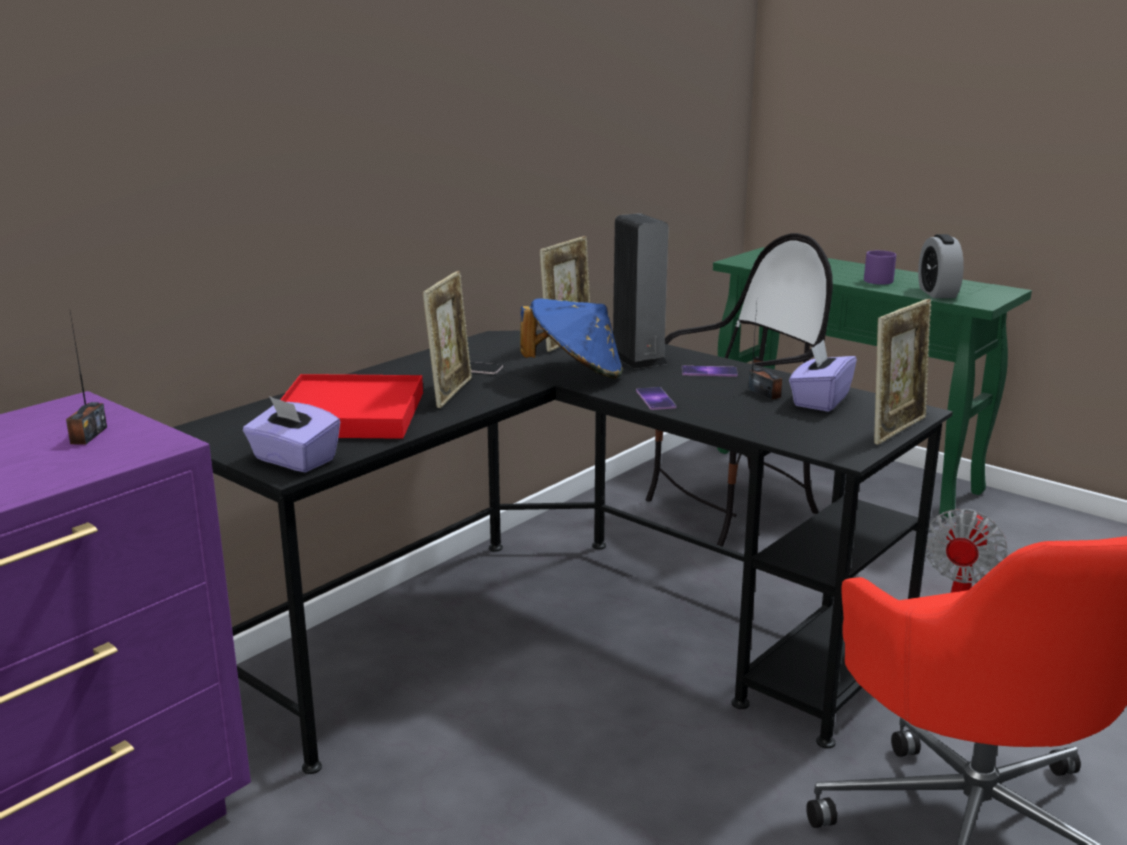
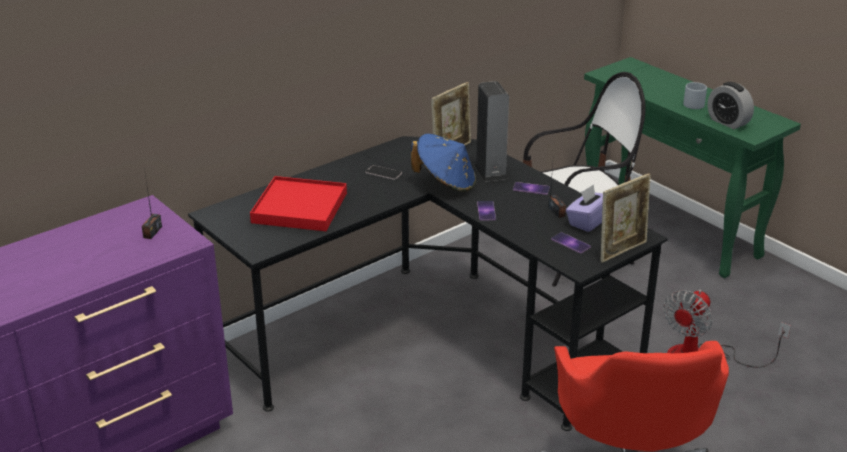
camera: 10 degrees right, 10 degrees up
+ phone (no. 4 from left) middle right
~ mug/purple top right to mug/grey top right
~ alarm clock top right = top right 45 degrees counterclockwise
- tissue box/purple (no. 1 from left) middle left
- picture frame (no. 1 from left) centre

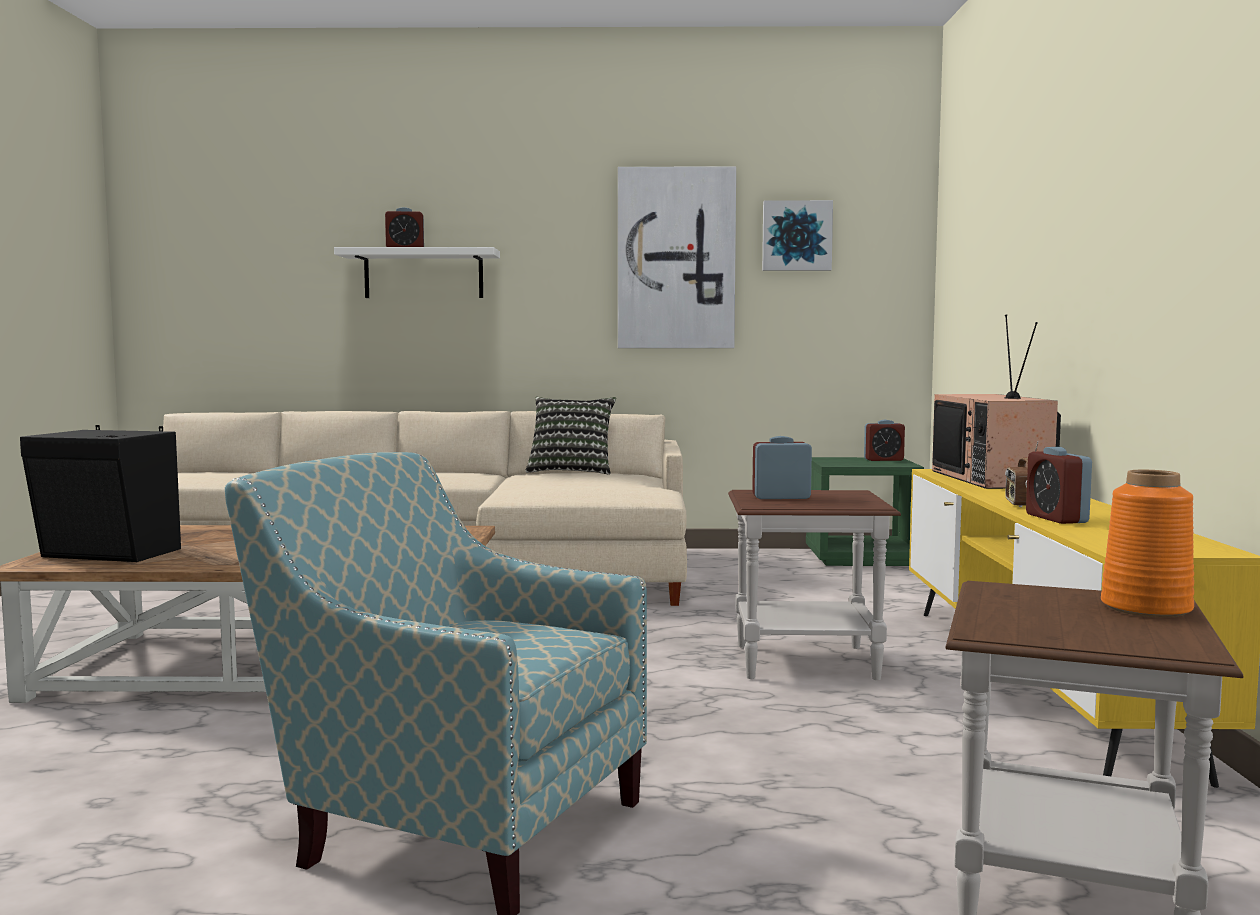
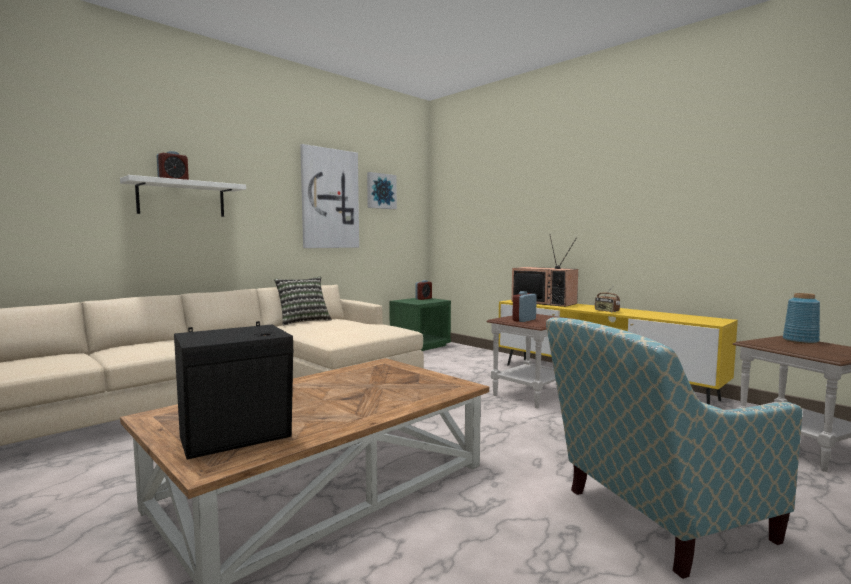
camera: 45 degrees left, 0 degrees up
~ vase/orange middle right to vase/blue middle right
- alarm clock (no. 4 from left) middle right

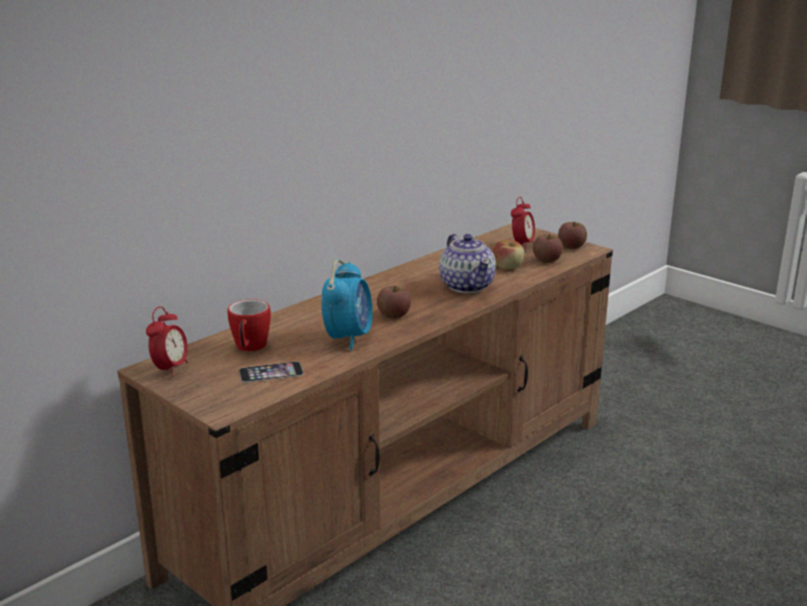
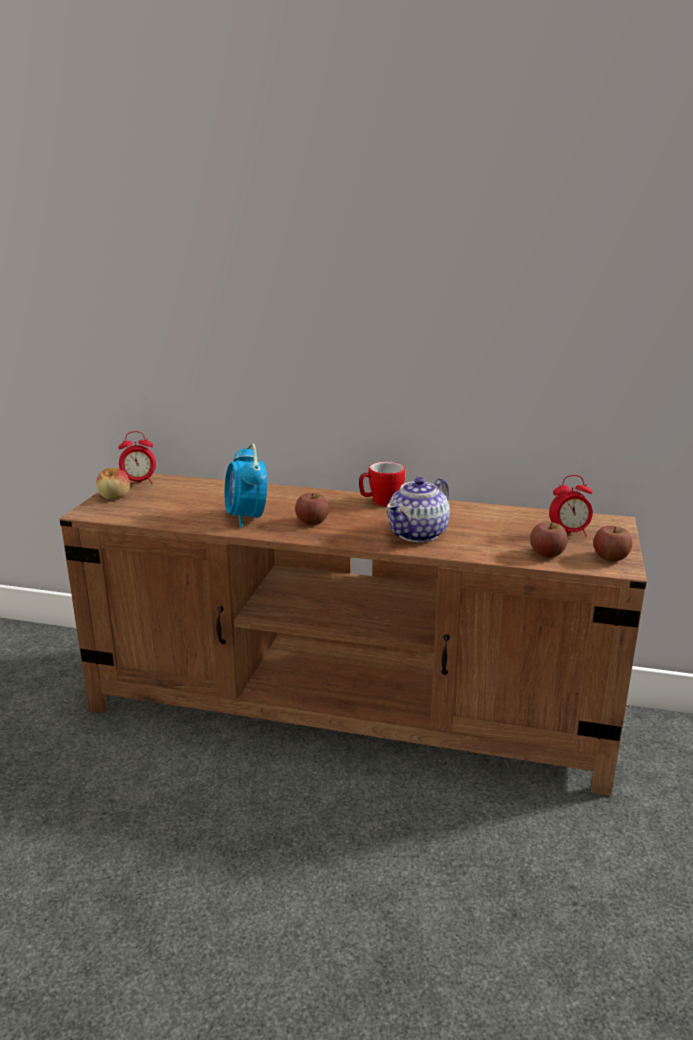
camera: 60 degrees right, 0 degrees up
~ apple (no. 2 from left in the first image) centre to apple (no. 1 from left) middle left
~ alarm clock (no. 2 from left) centre = centre 90 degrees clockwise
~ mug middle left to centre
- phone centre

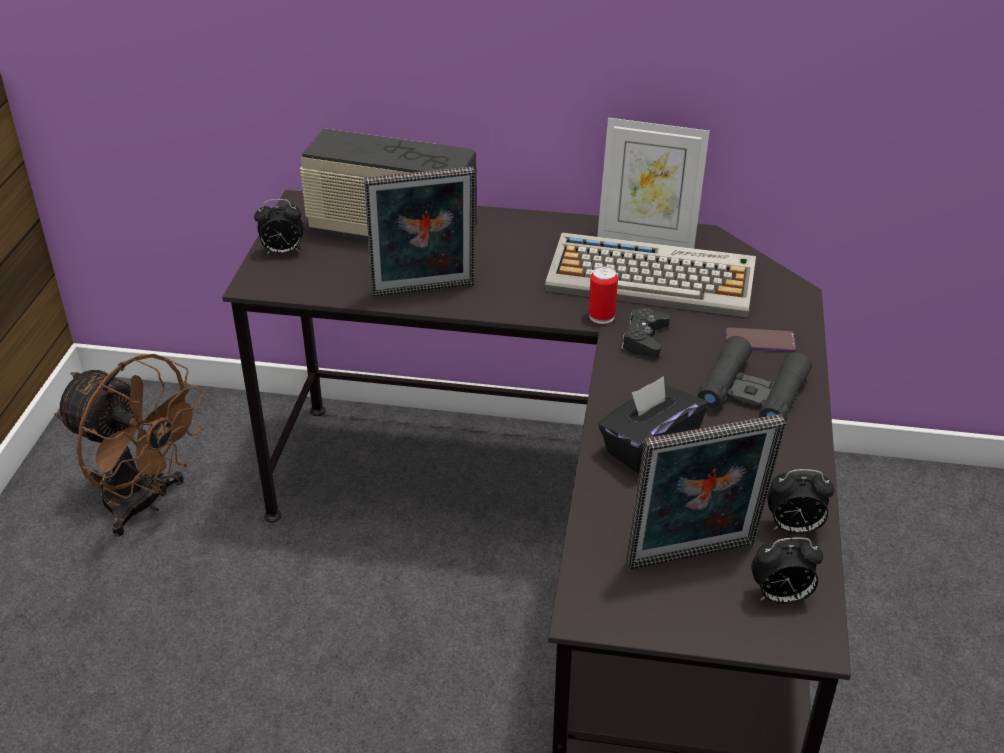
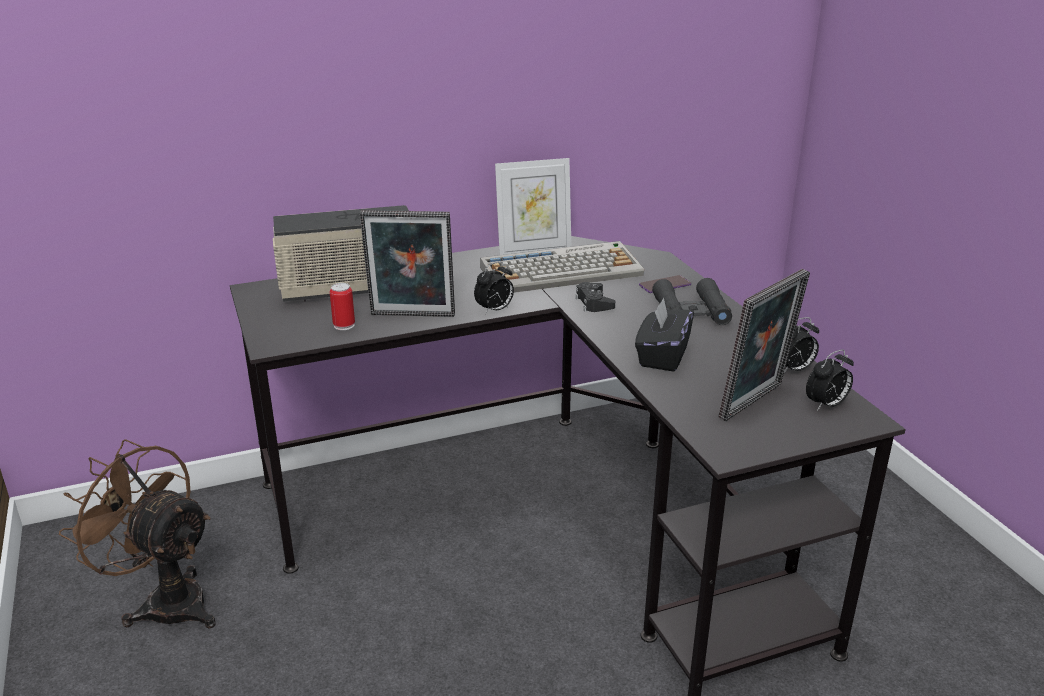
camera: 30 degrees left, 10 degrees down
~ fan/brown middle left = bottom left 150 degrees counterclockwise
~ can centre to middle left
~ picture frame (no. 1 from left) top centre = centre 45 degrees clockwise
~ alarm clock (no. 1 from left) top left to centre

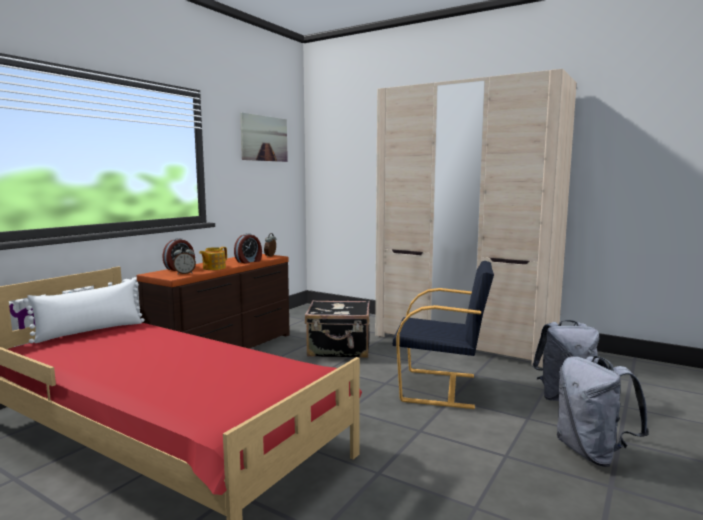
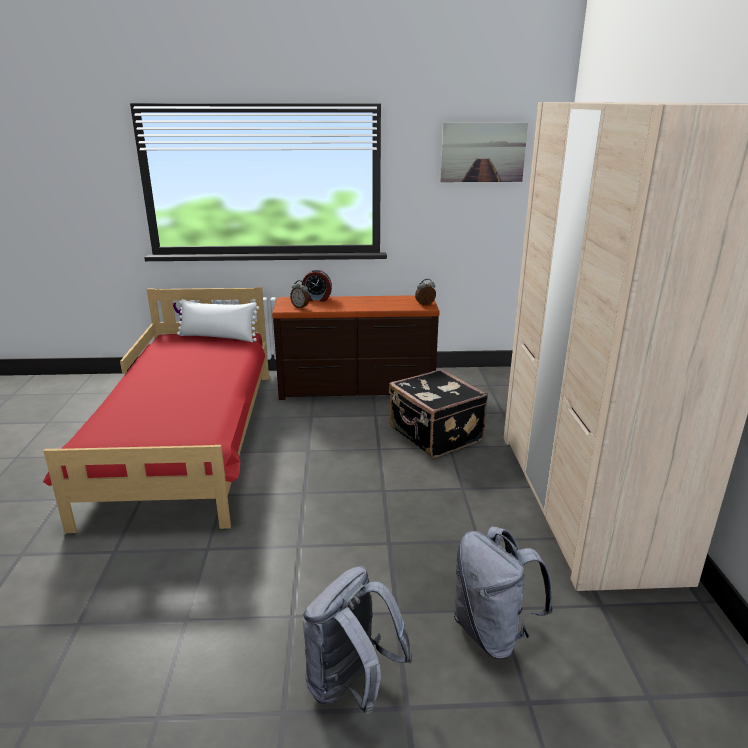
camera: 55 degrees right, 15 degrees up
- teapot middle left
- alarm clock (no. 3 from left) centre
- armchair/black centre

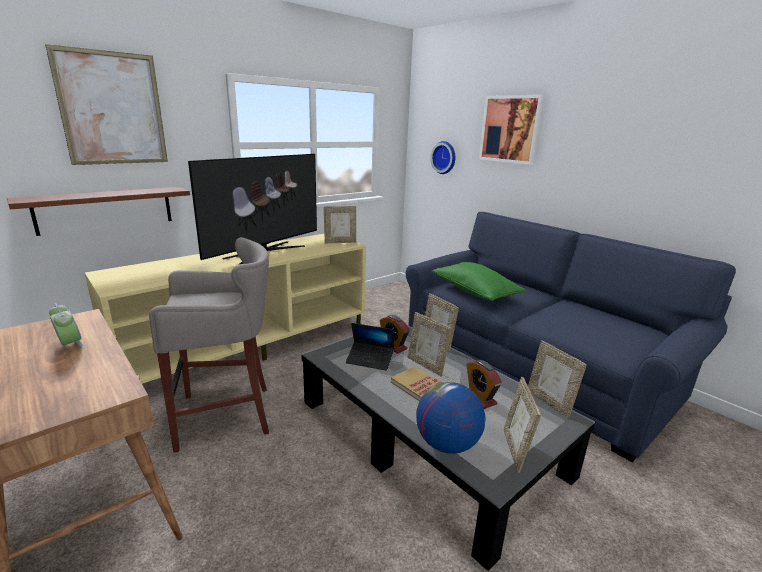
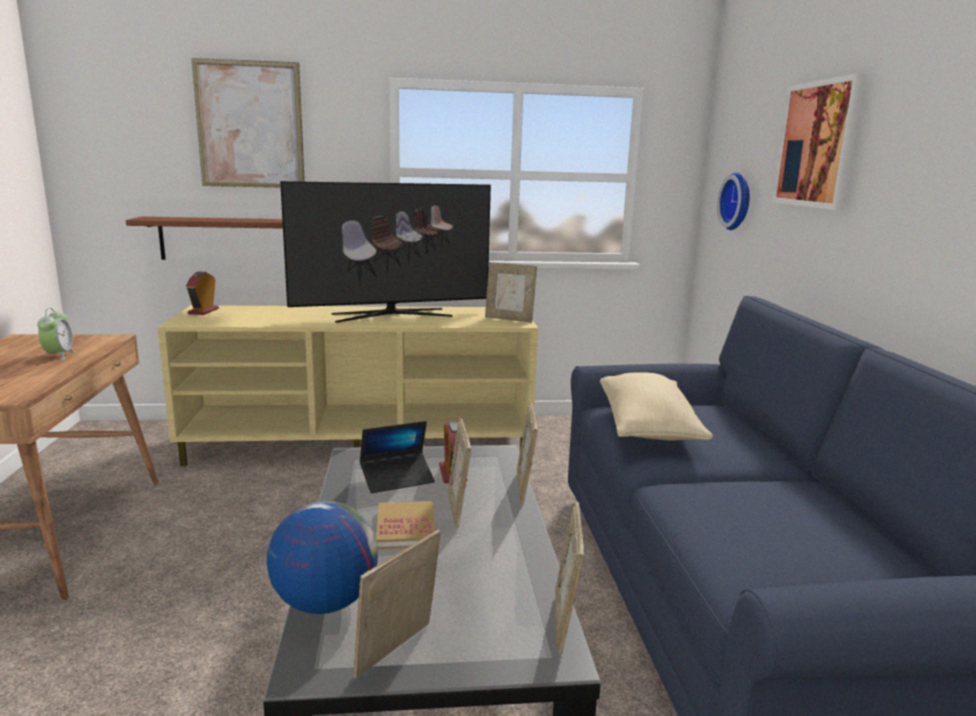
camera: 35 degrees right, 5 degrees down
~ alarm clock (no. 3 from left in the first image) bottom centre to alarm clock (no. 2 from left) middle left
~ laptop centre = centre 75 degrees counterclockwise
~ pillow/green centre to pillow/beige middle right
- stool/grey middle left

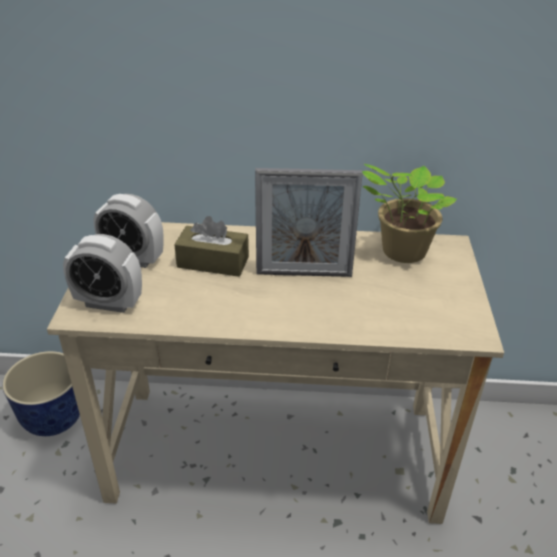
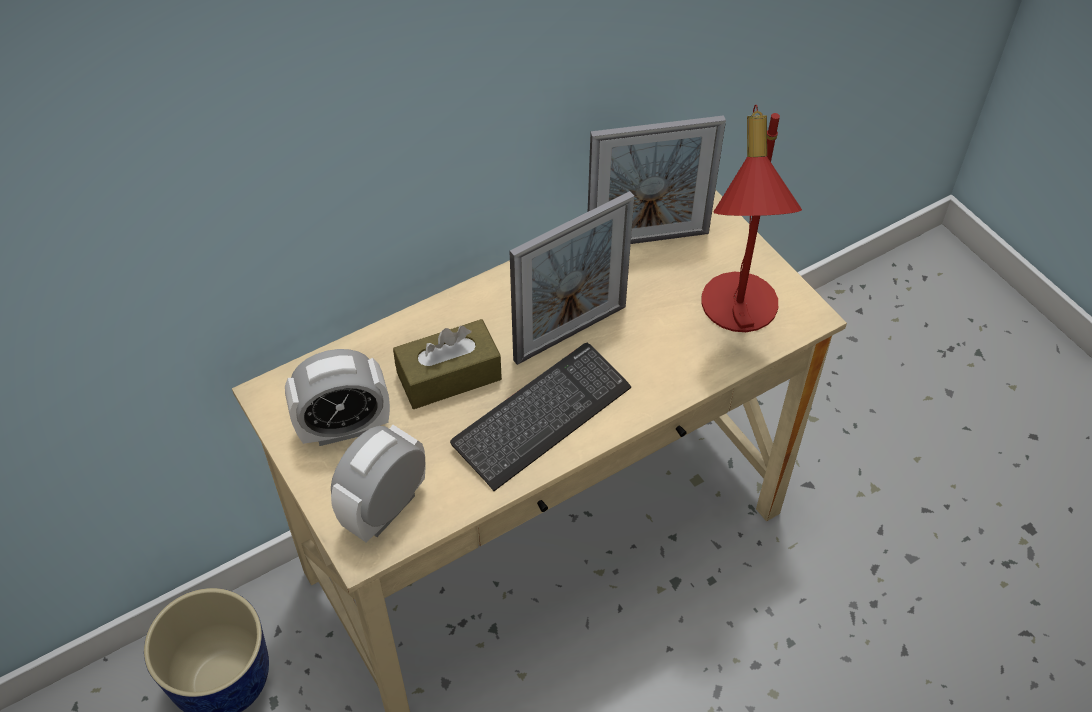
camera: 35 degrees left, 15 degrees up
~ alarm clock (no. 1 from left in the first image) middle left = bottom centre 150 degrees clockwise
+ keyboard centre
~ potted plant middle right to picture frame (no. 2 from left) top centre
+ table lamp/red top right

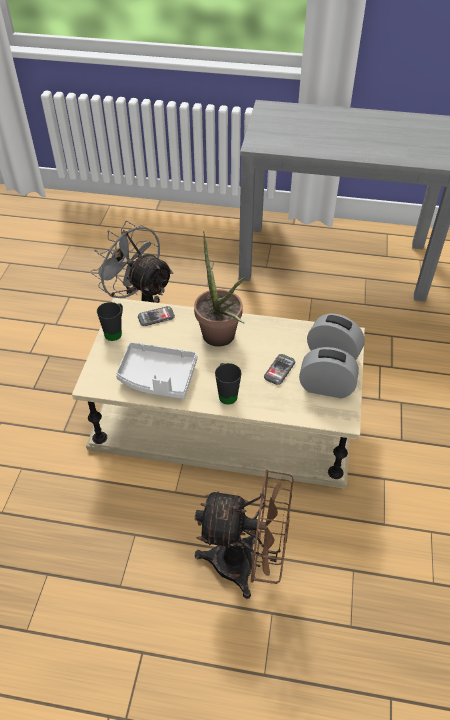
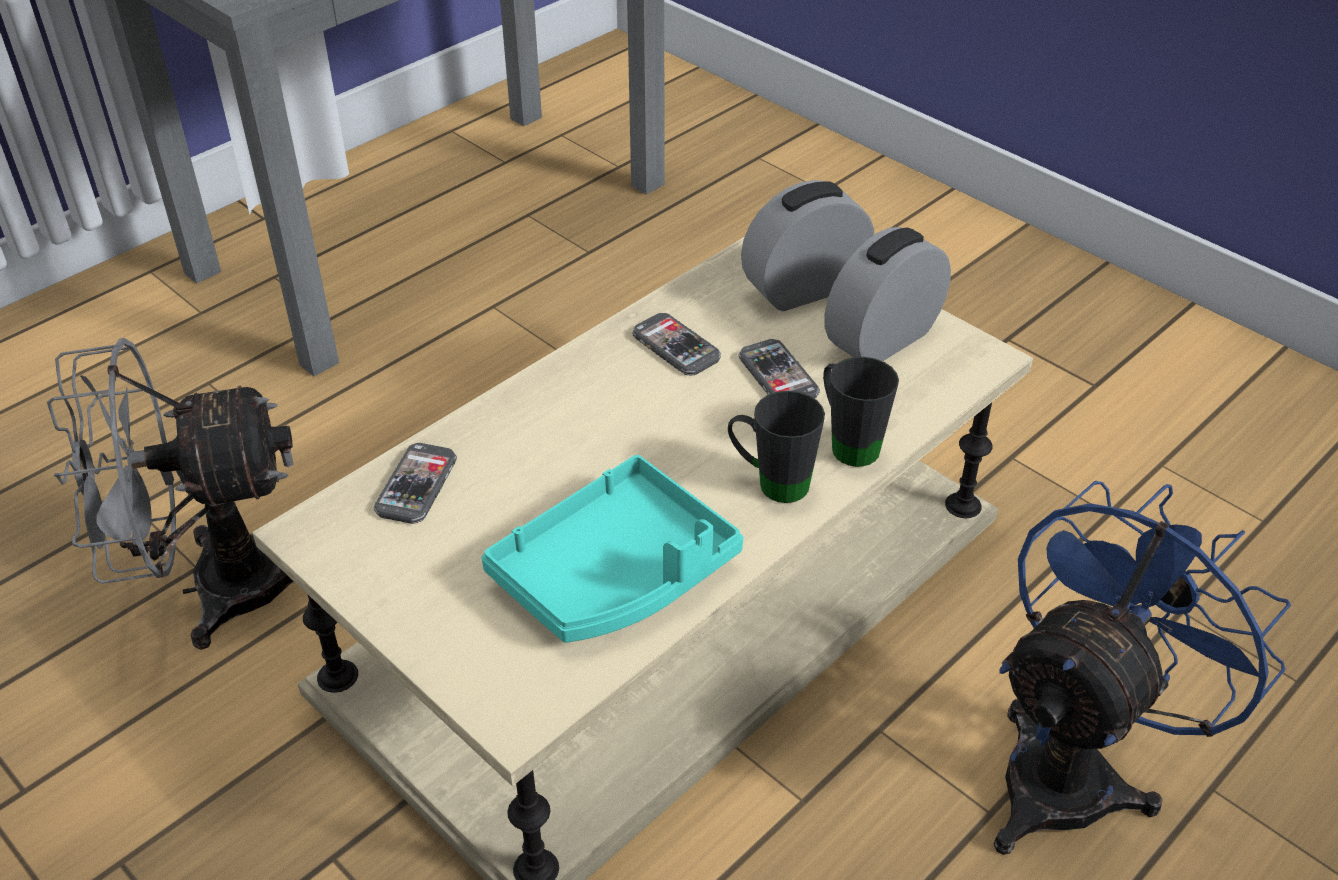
camera: 55 degrees left, 5 degrees down
~ tray/grey centre to tray/turquoise centre
+ phone (no. 2 from left) centre
~ mug/black (no. 1 from left in the first image) middle left to mug/black (no. 2 from left) centre
~ fan/brown bottom centre to fan/blue bottom right
- potted plant centre

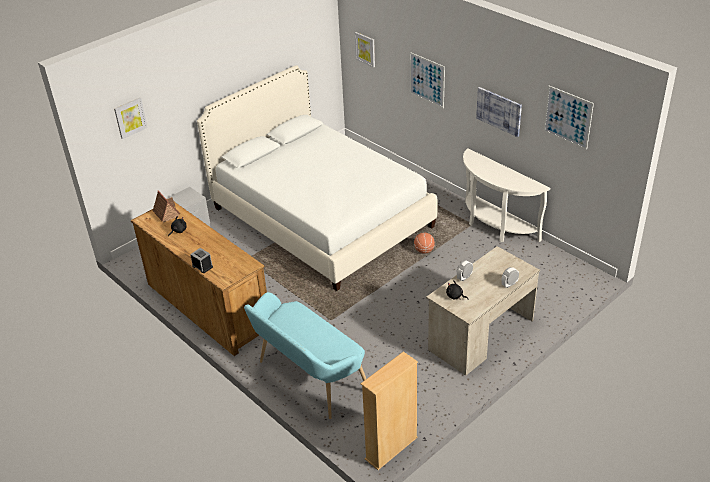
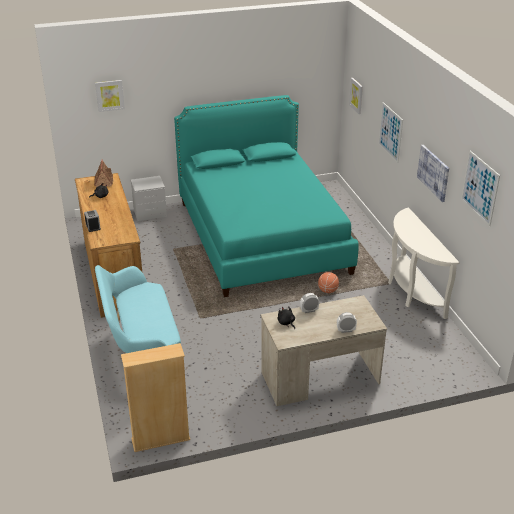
camera: 25 degrees right, 5 degrees down
~ bed/white centre to bed/turquoise centre

